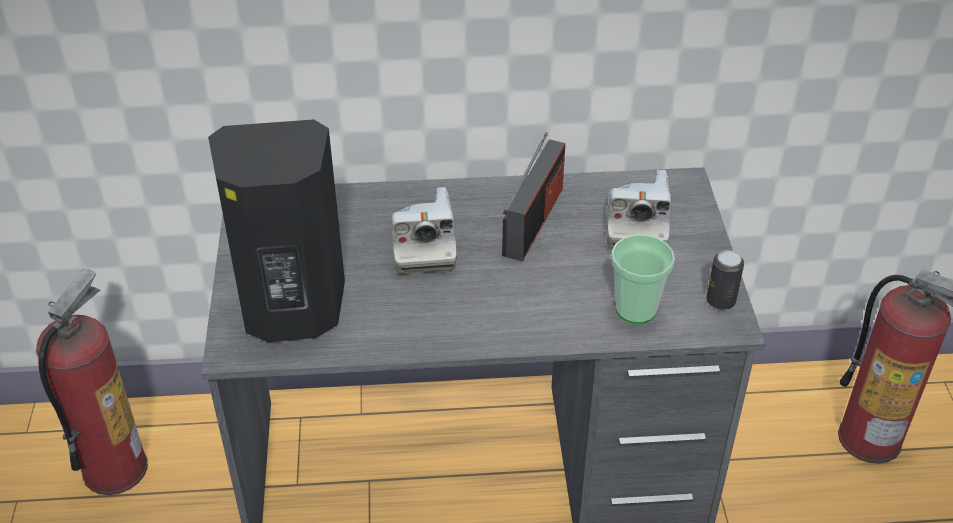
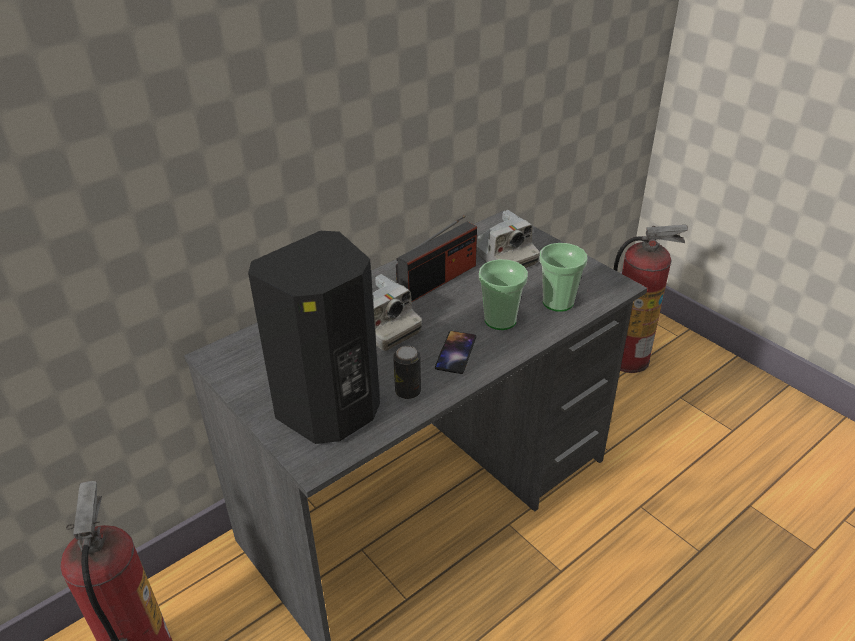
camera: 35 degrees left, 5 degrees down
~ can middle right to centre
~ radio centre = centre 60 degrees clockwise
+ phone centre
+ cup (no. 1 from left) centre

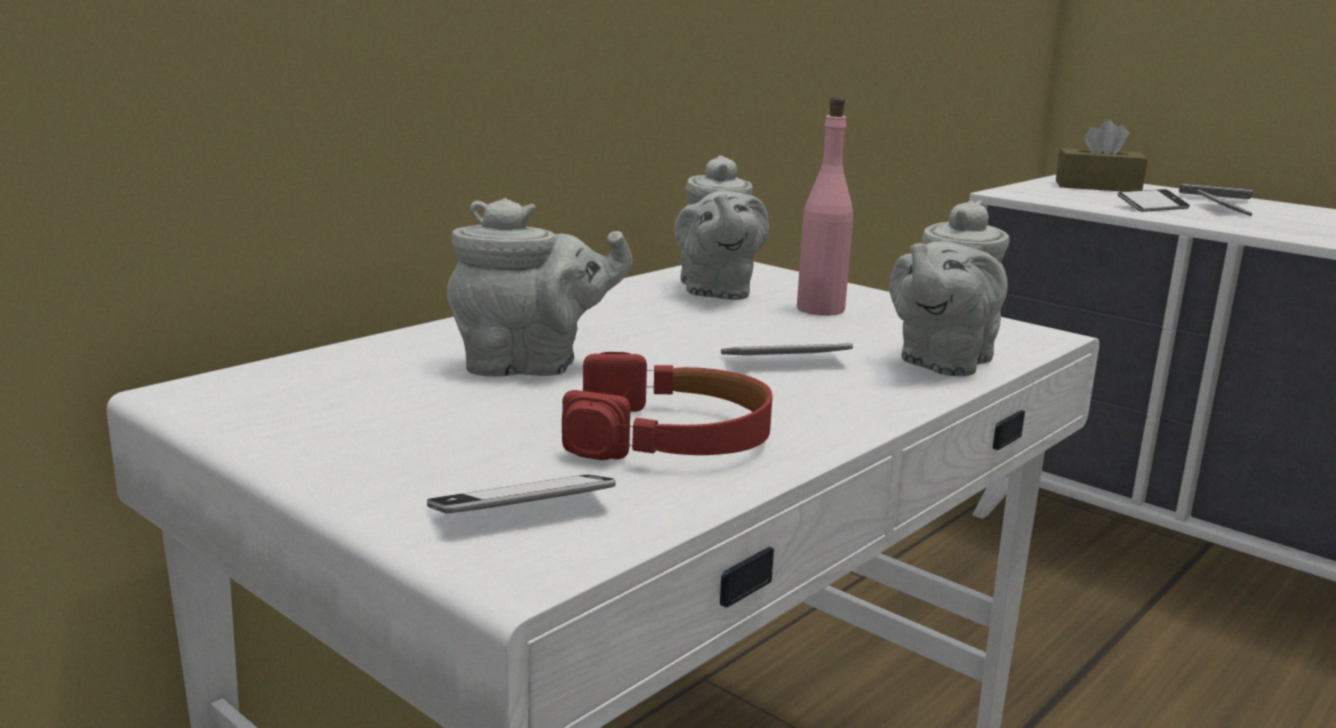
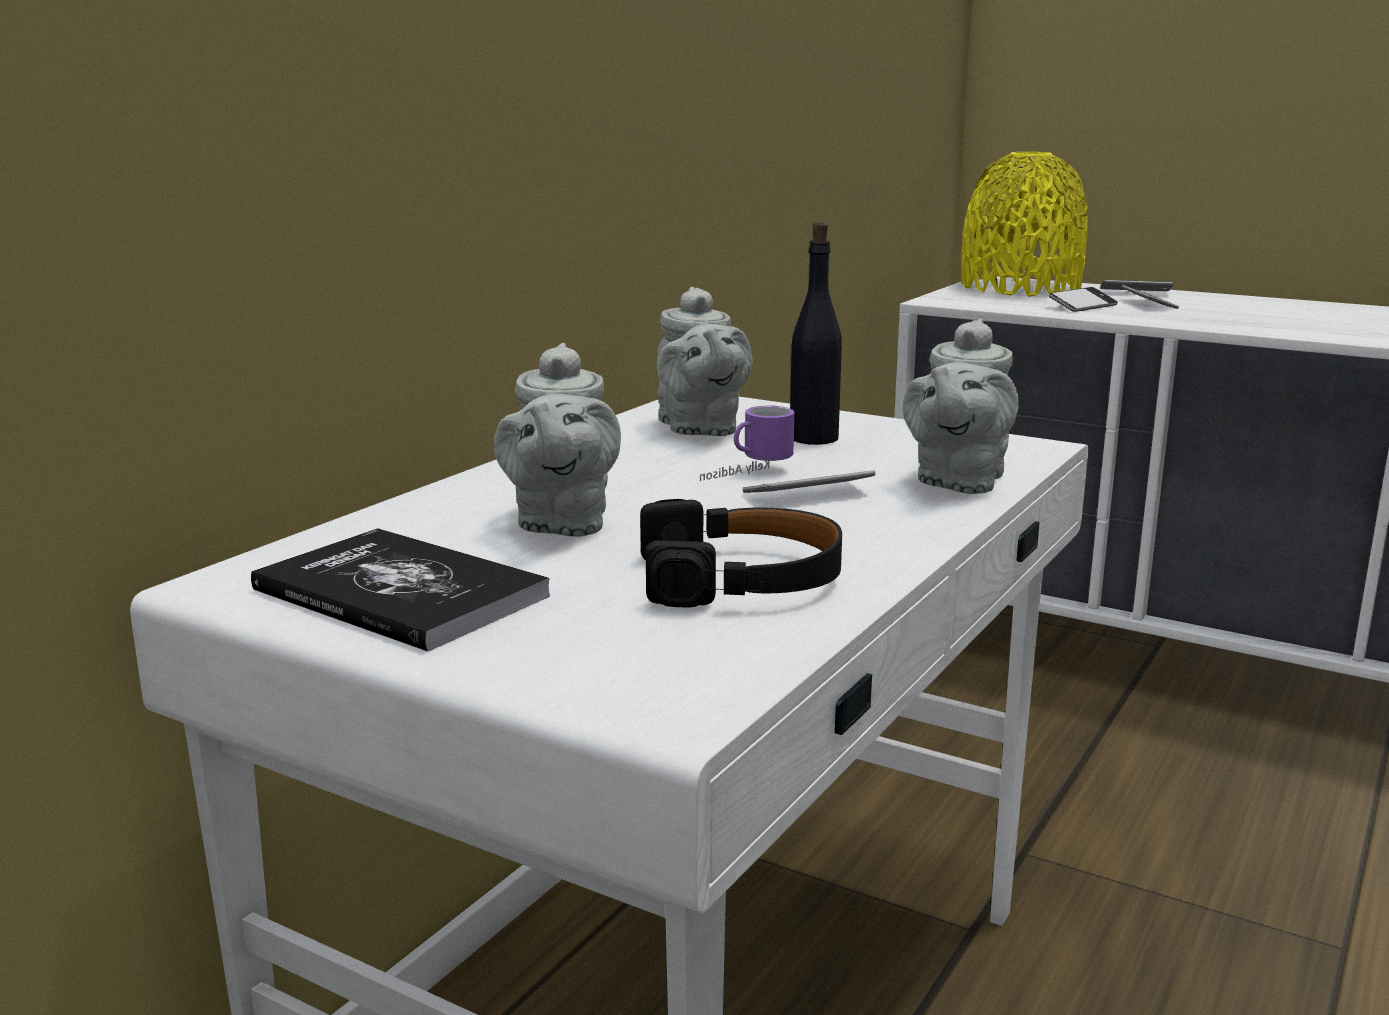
camera: 10 degrees left, 0 degrees up
+ book middle left
~ teapot/grey (no. 1 from left) centre = centre 105 degrees clockwise
~ headphones/red centre to headphones/black centre
+ mug centre
~ bottle/pink top centre to bottle/black top centre
~ tissue box/brown top right to vase/yellow top right
- phone (no. 1 from left) bottom centre

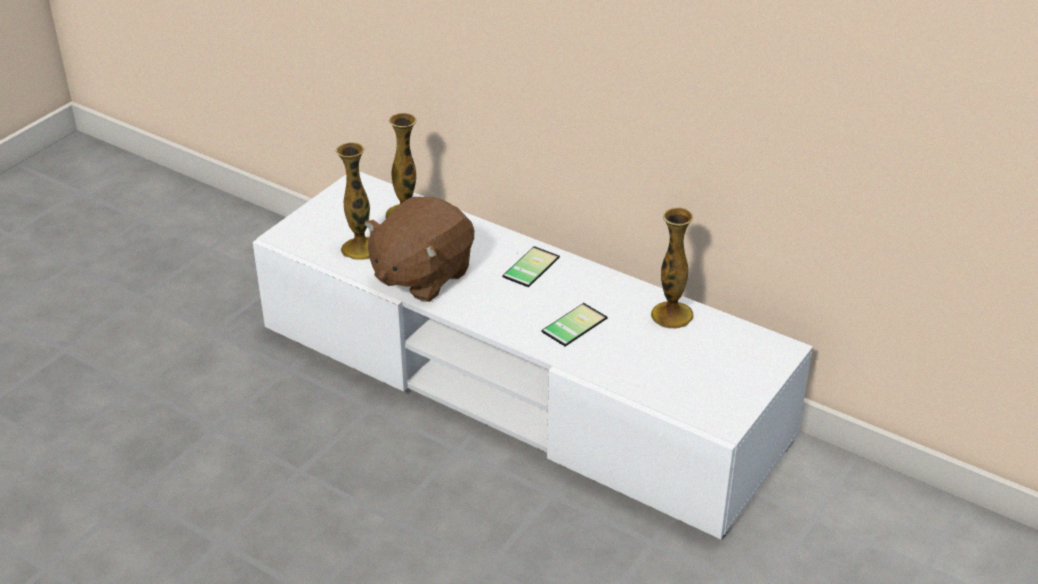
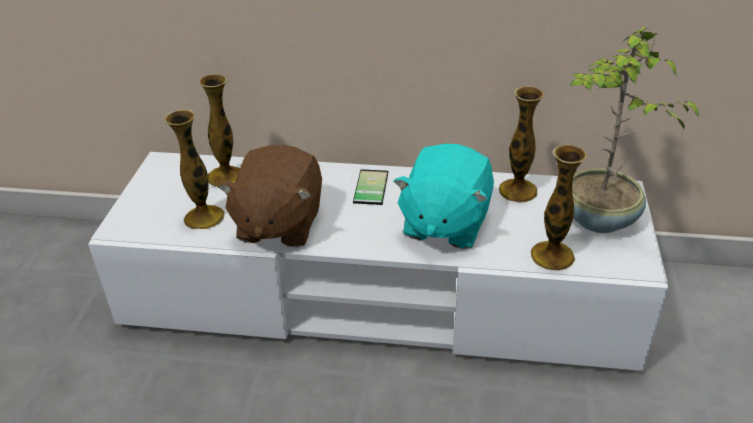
camera: 25 degrees left, 0 degrees up
~ phone (no. 2 from left) centre to plush toy/turquoise centre
+ vase (no. 4 from left) middle right
+ potted plant top right

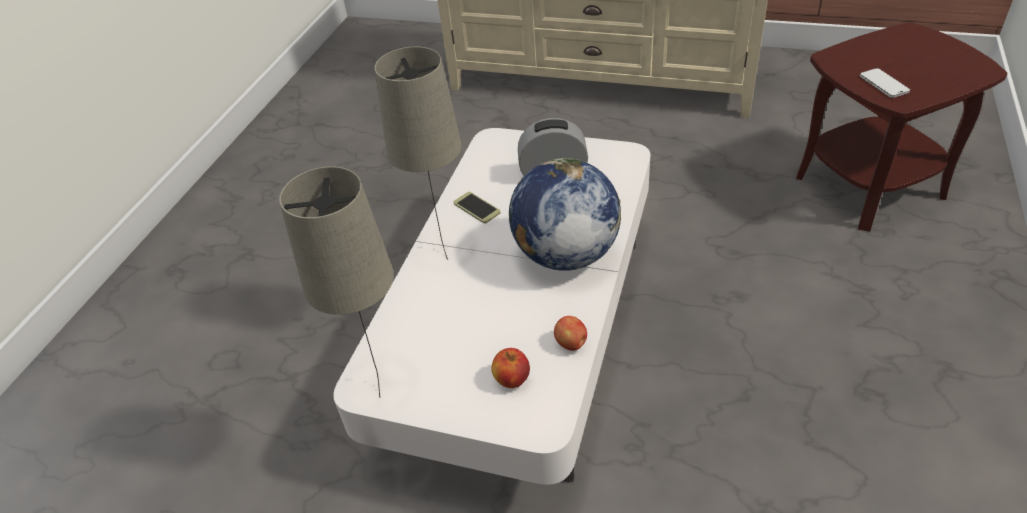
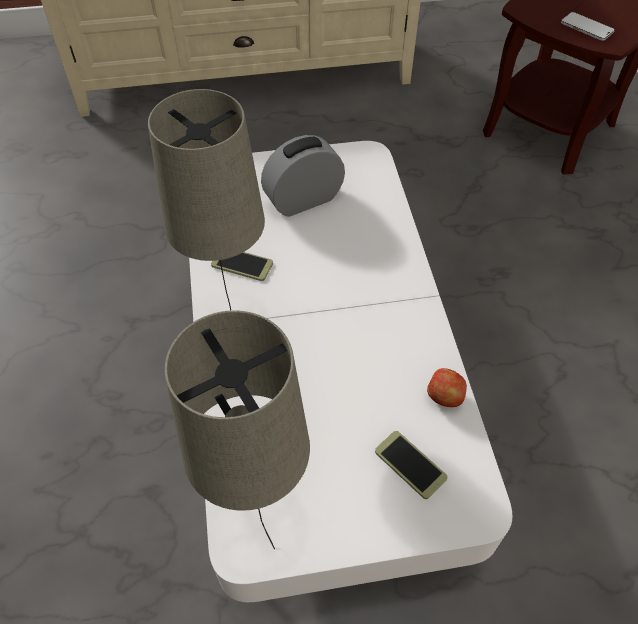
camera: 30 degrees left, 10 degrees up
~ apple (no. 1 from left) bottom centre to phone (no. 2 from left) bottom centre
- globe centre

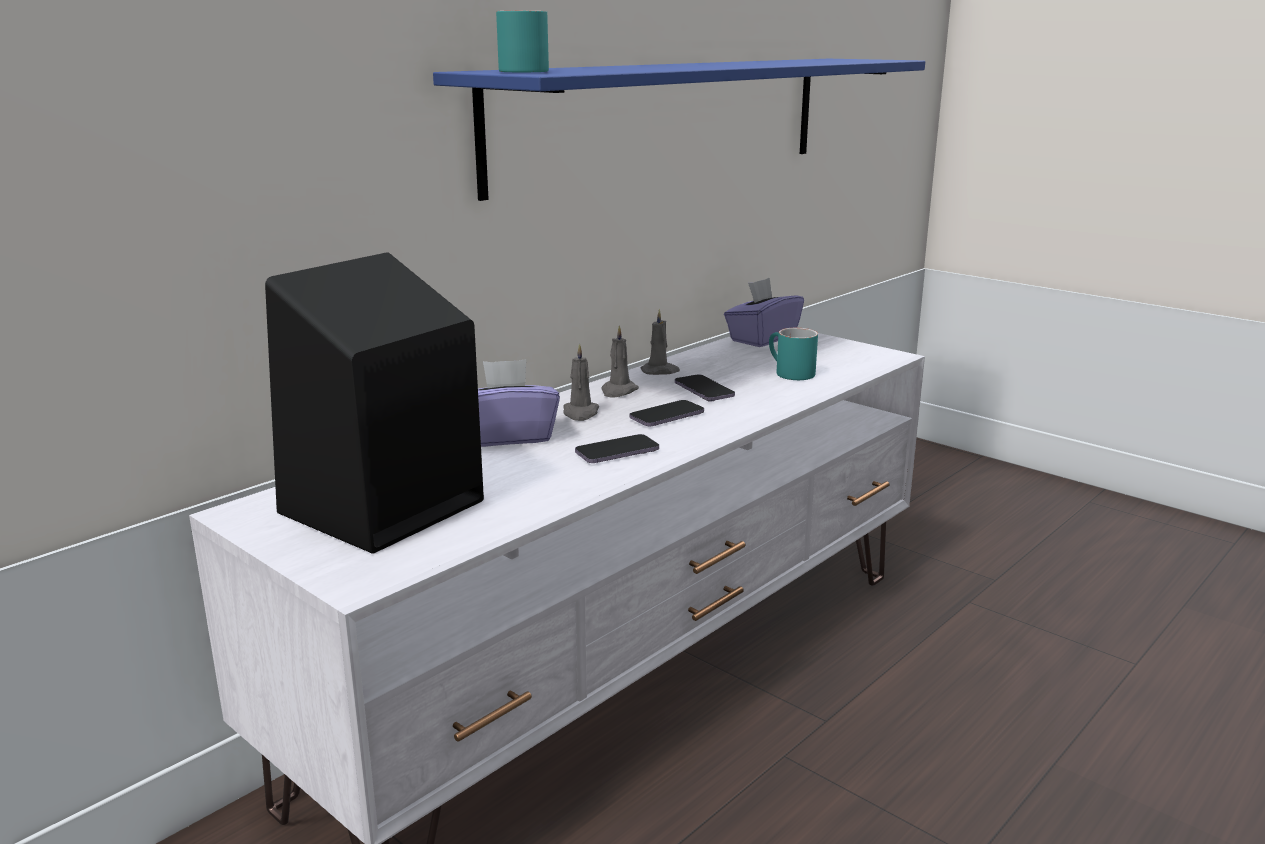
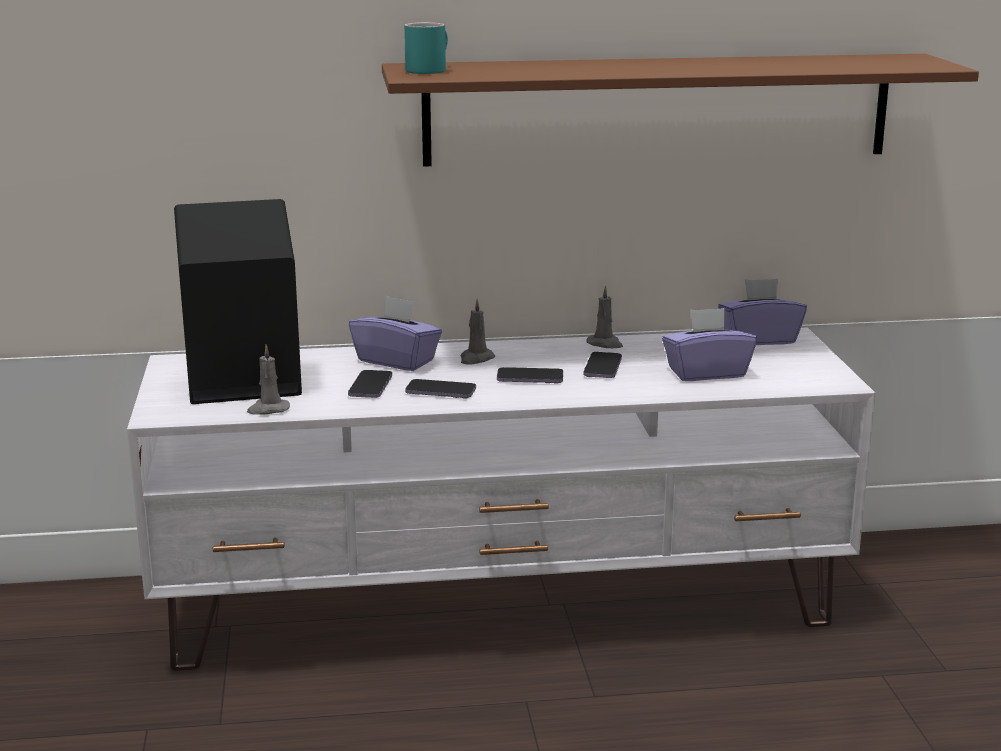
camera: 40 degrees right, 0 degrees up
~ candle/grey (no. 2 from left in the first image) centre to candle/grey (no. 1 from left) middle left
+ phone (no. 1 from left) centre
~ shelf/blue top centre to shelf/brown top right
~ mug/turquoise (no. 2 from left) centre to tissue box/purple (no. 2 from left) middle right

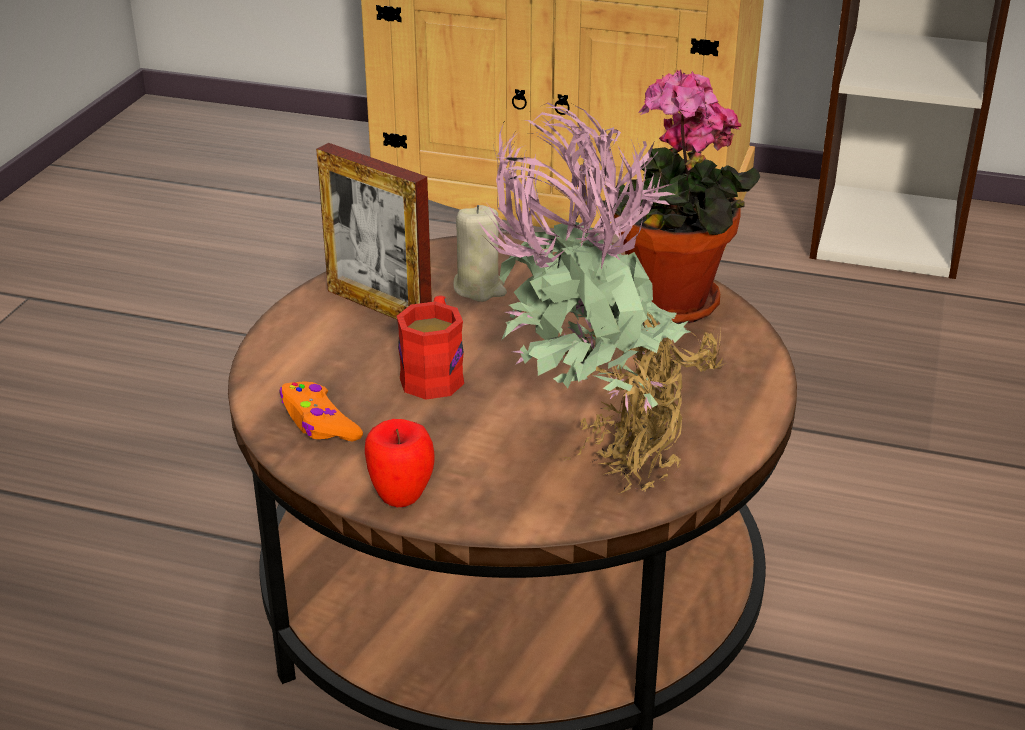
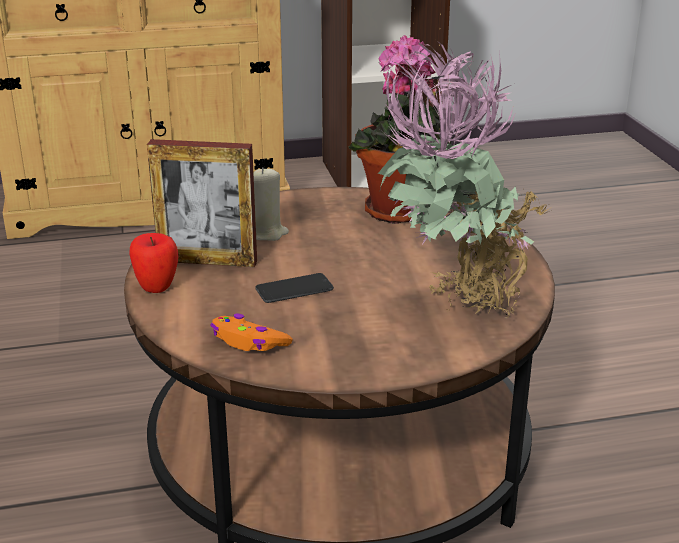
camera: 30 degrees left, 5 degrees down
~ apple centre to middle left
~ mug/red centre to phone centre

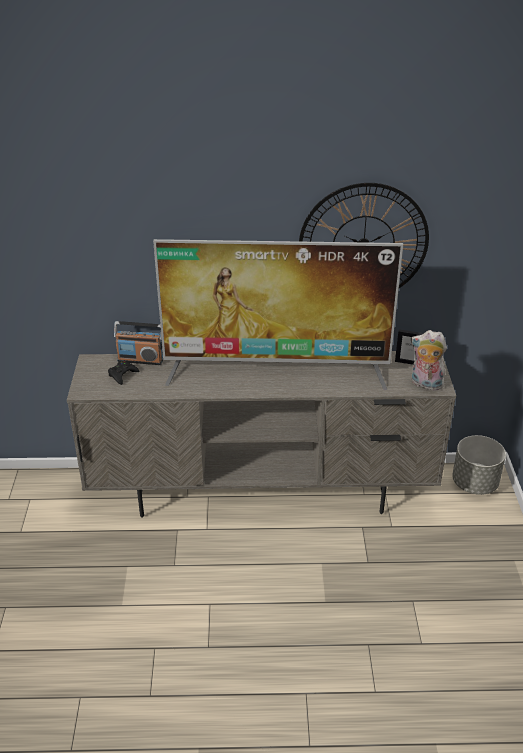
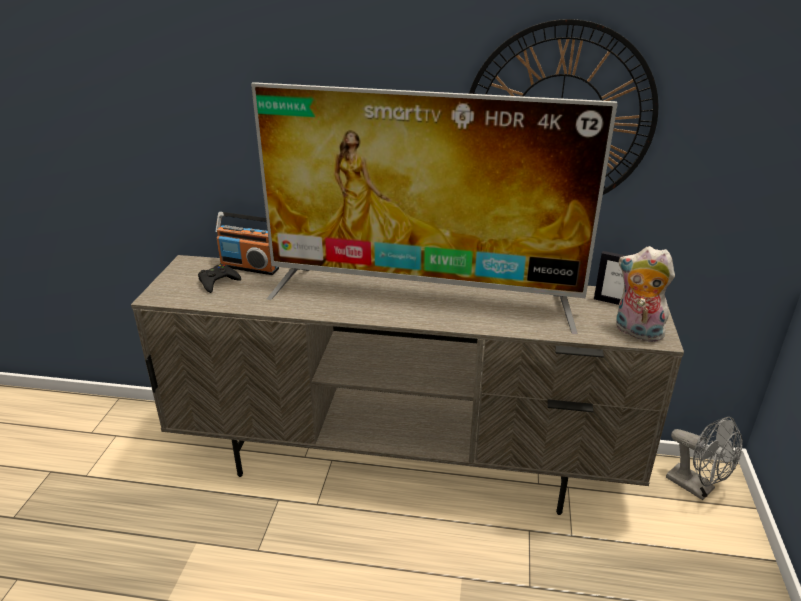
camera: 10 degrees right, 5 degrees down
~ planter/grey middle right to fan/grey bottom right

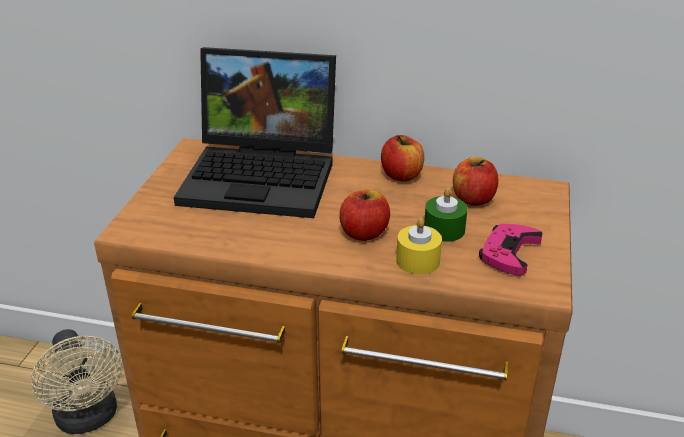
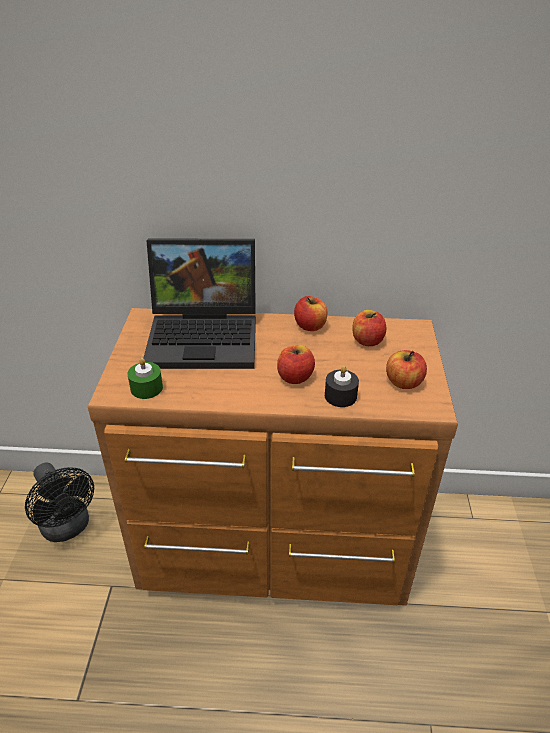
camera: 10 degrees left, 5 degrees up
~ fan/beige bottom left to fan/black bottom left
~ candle/green centre to middle left
~ candle/yellow centre to candle/black centre
~ game controller/pink middle right to apple (no. 4 from left) middle right

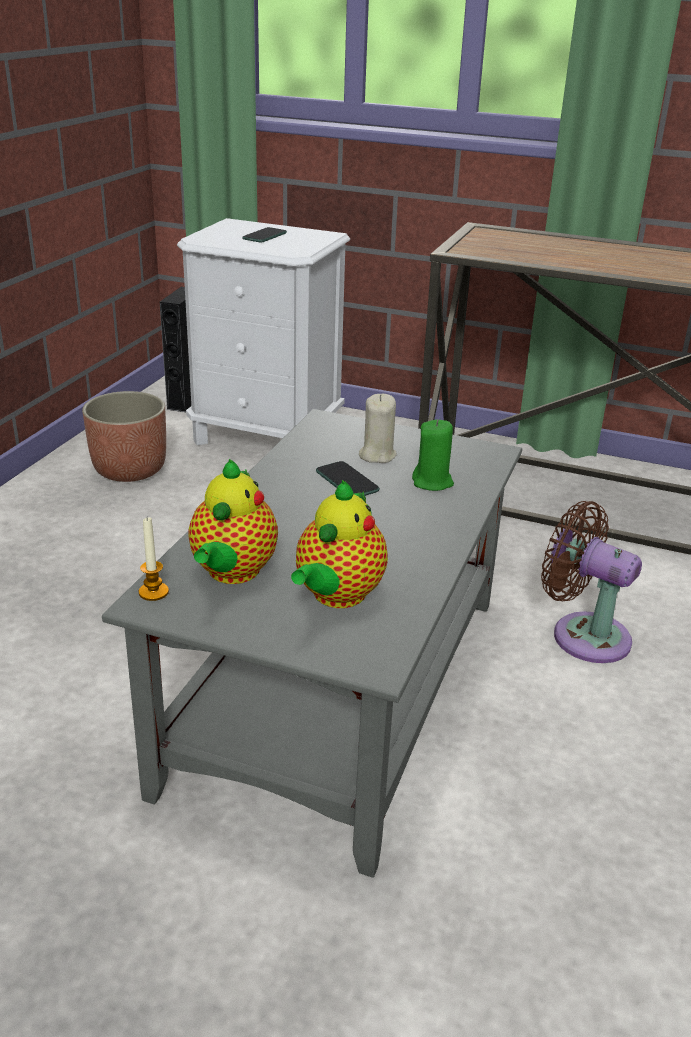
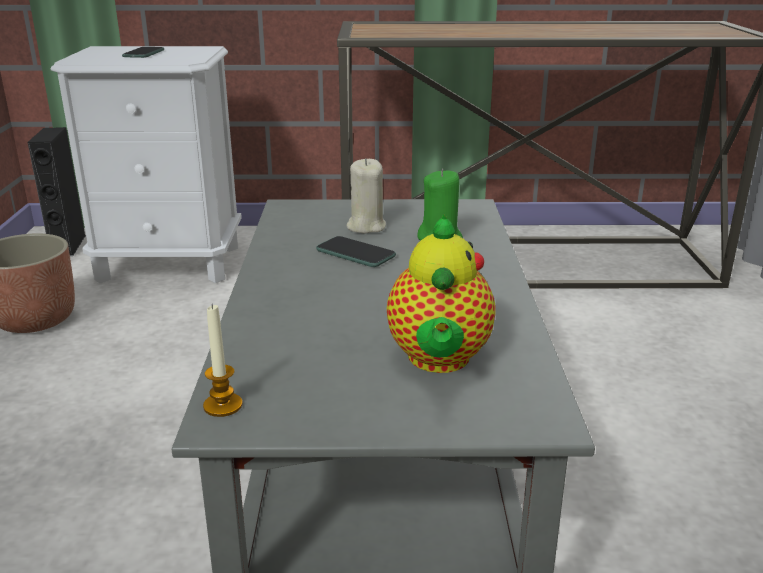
camera: 20 degrees left, 5 degrees down
- teapot (no. 1 from left) centre
- fan/brown middle right

